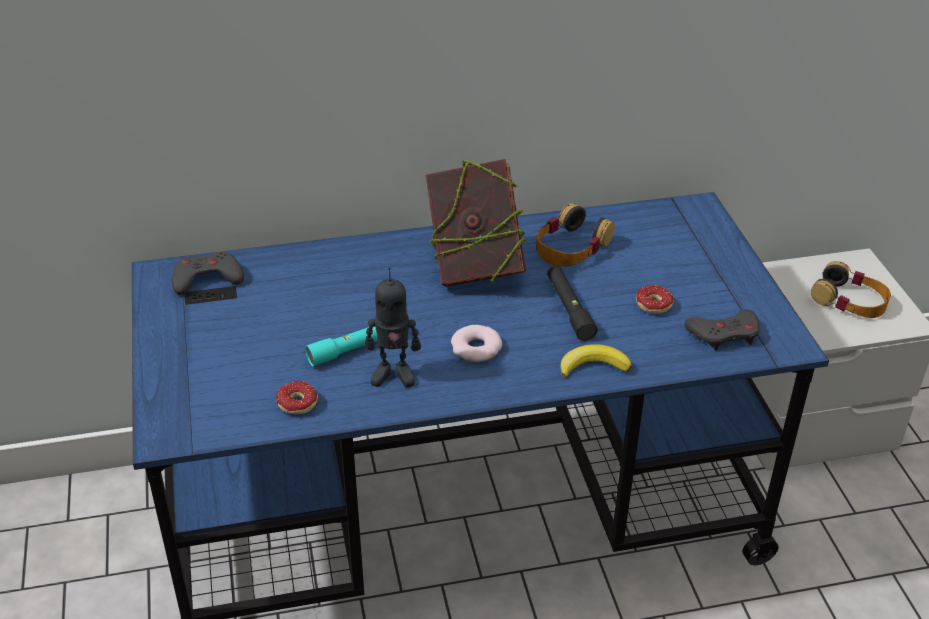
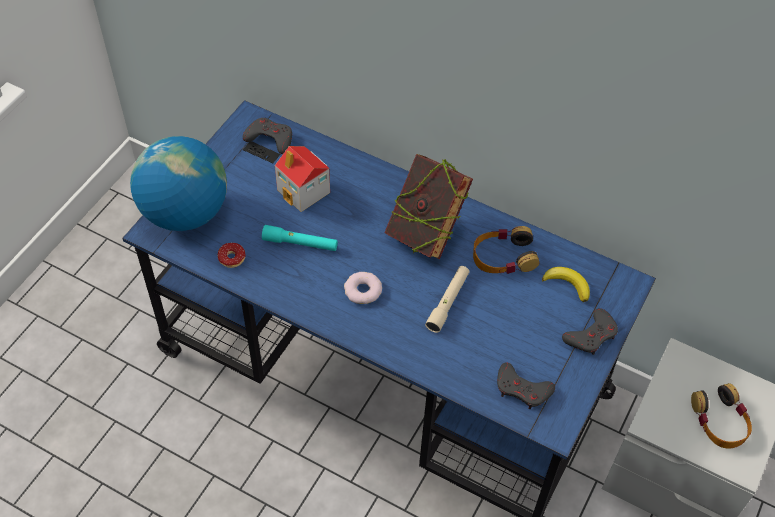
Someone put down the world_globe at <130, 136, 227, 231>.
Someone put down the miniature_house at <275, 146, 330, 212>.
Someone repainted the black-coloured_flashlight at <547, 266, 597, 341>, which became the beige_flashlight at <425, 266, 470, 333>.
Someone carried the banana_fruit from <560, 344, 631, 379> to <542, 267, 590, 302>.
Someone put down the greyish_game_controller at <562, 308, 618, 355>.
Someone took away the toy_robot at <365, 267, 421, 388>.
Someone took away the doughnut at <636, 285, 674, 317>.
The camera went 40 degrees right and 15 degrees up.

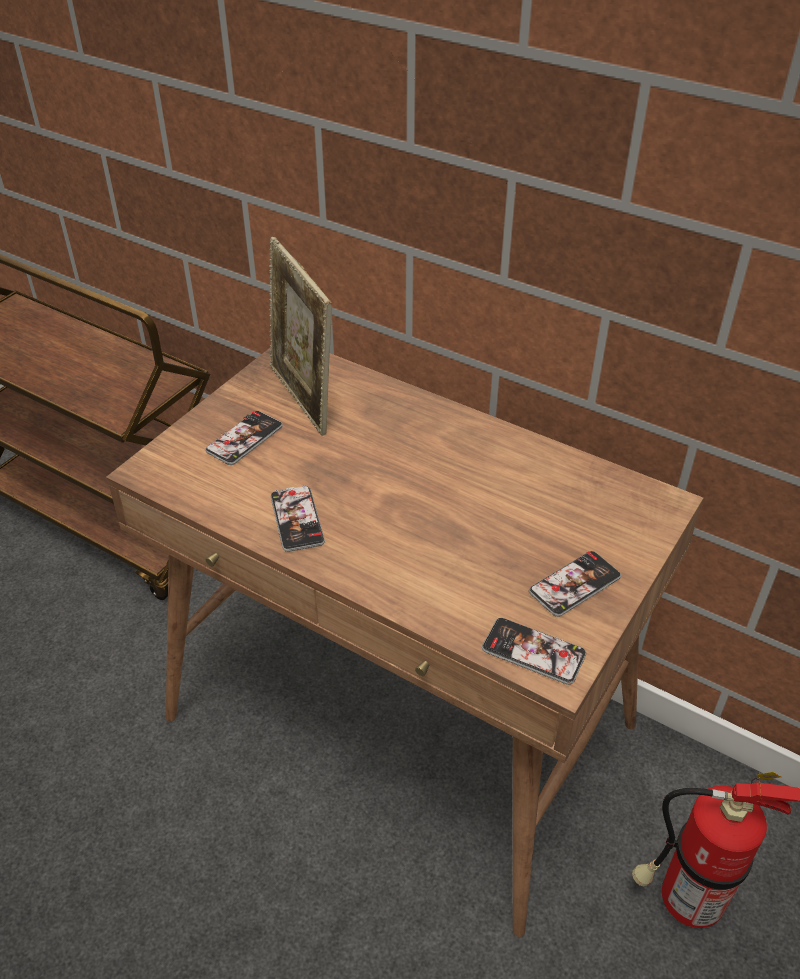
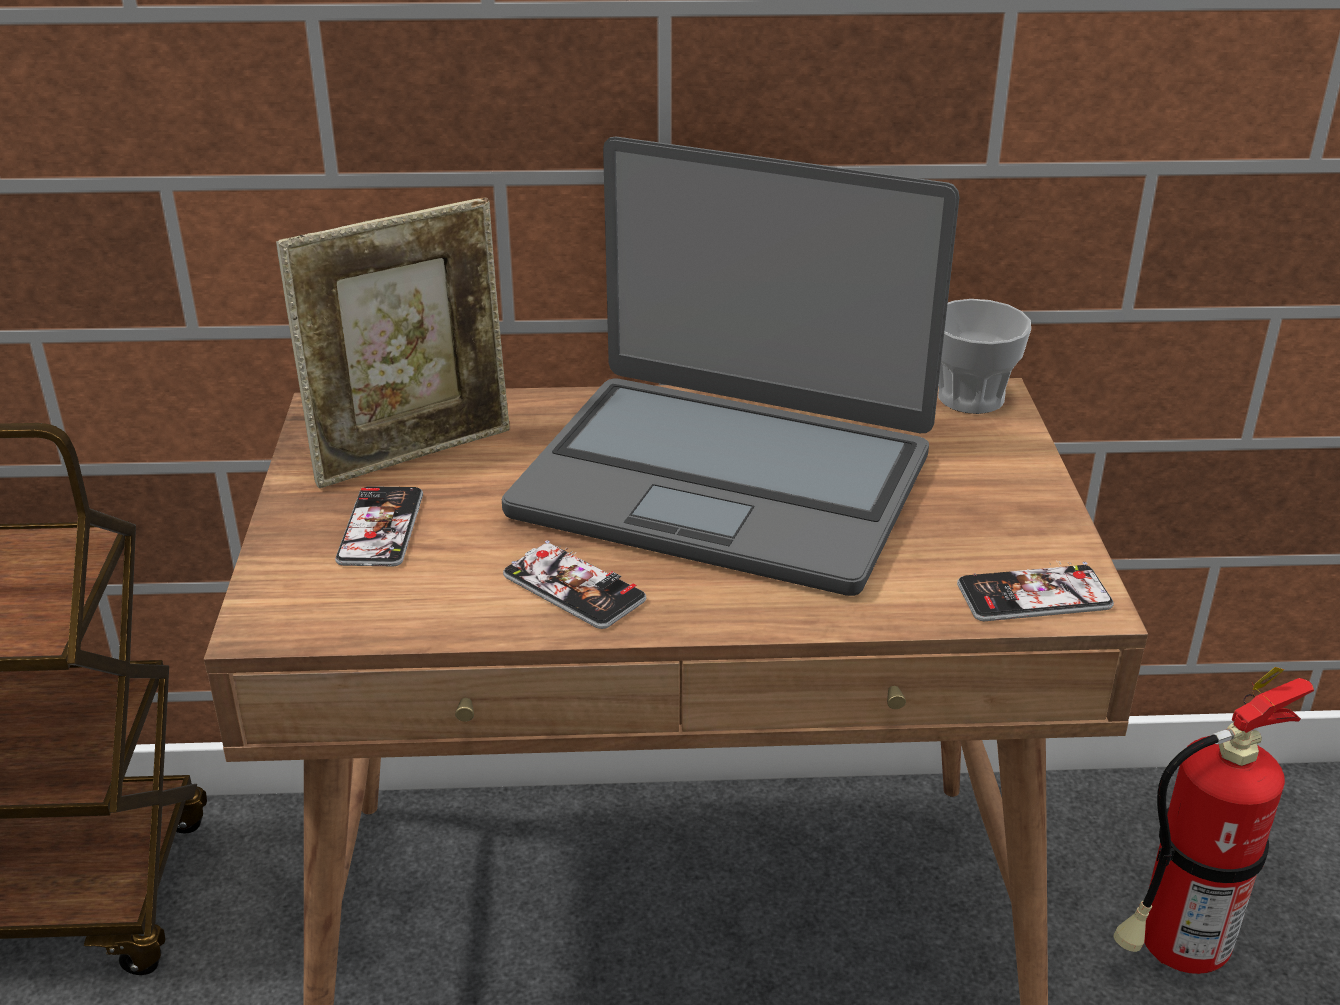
Someone rotated the picture_frame at <269, 237, 332, 436> by 60 degrees counterclockwise.
Someone put down the laptop at <502, 136, 959, 596>.
Someone put down the cup at <938, 299, 1031, 414>.
Someone took away the phone at <529, 551, 621, 617>.
The camera went 35 degrees left and 10 degrees down.

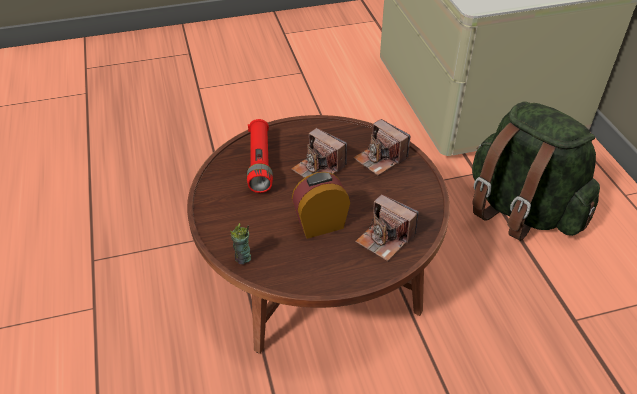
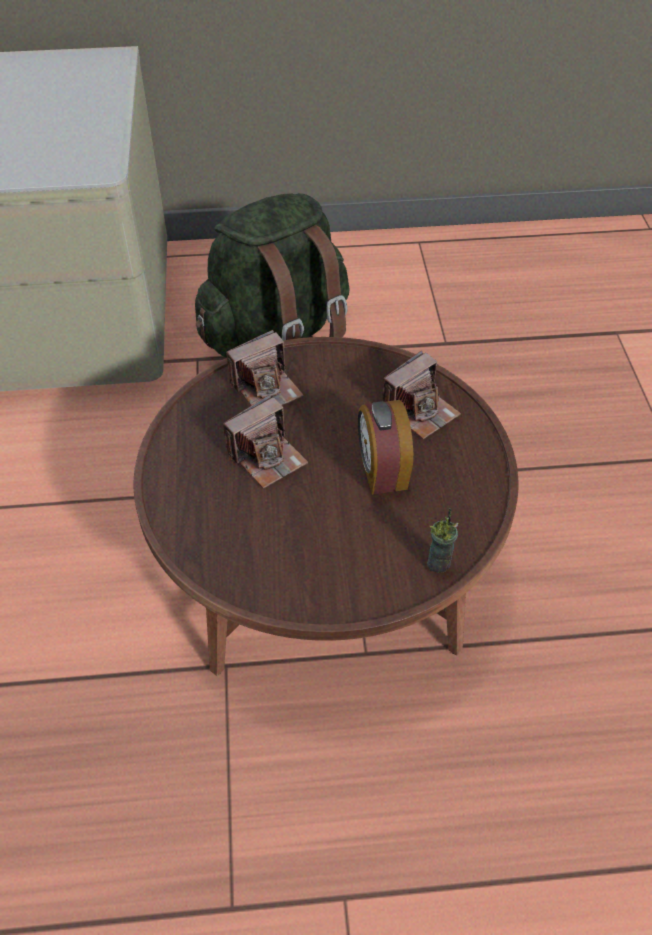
Someone took away the reddish_flashlight at <247, 119, 273, 193>.
The camera went 80 degrees left and 5 degrees up.

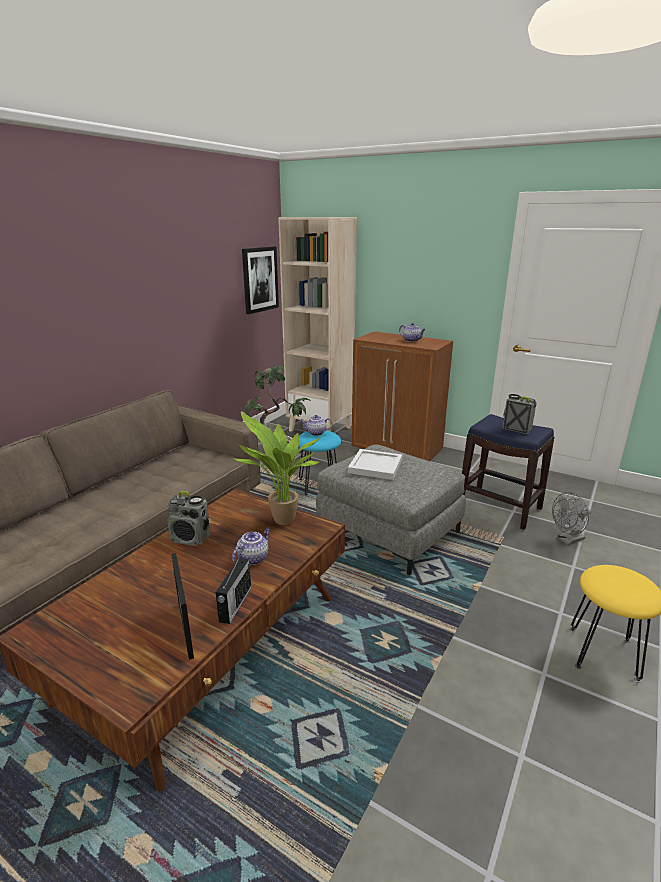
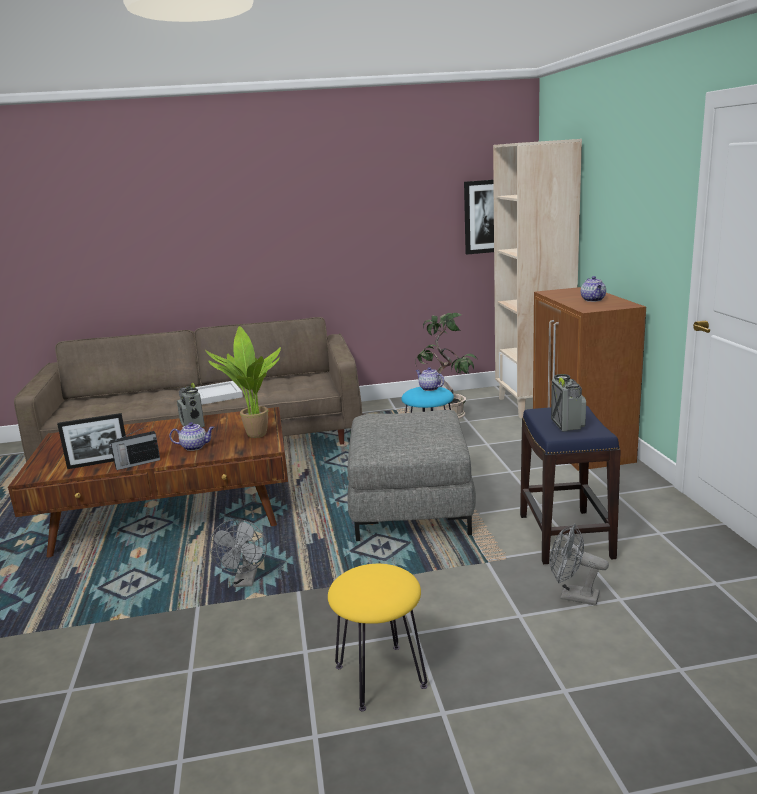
Someone rotated the picture_frame at <171, 553, 194, 660> by 135 degrees counterclockwise.
Someone carried the whitish_carrying_tray from <348, 449, 402, 480> to <195, 381, 243, 405>.
Someone put down the greyish_cooling_fan at <210, 519, 267, 587>.
The camera went 50 degrees right and 5 degrees down.

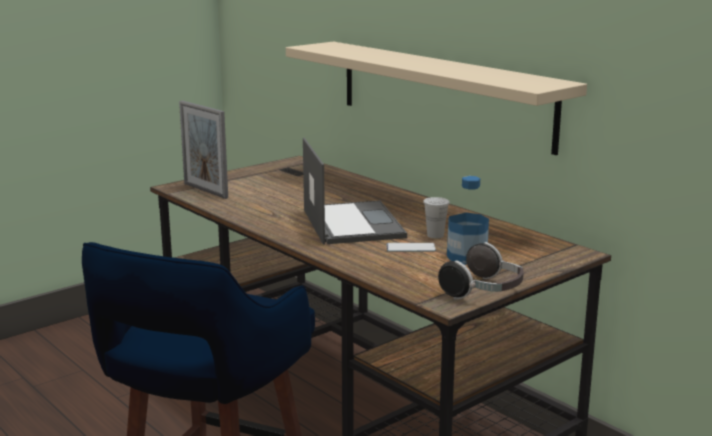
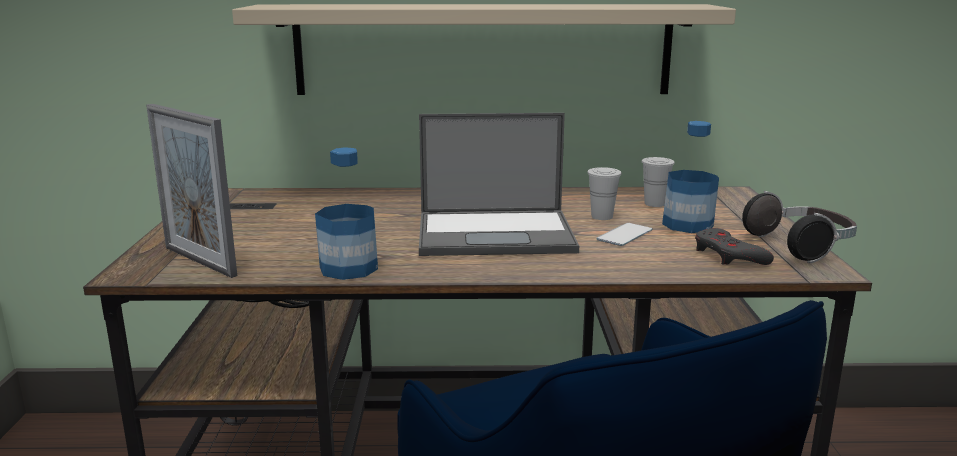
Someone rotated the picture_frame at <179, 101, 228, 199> by 45 degrees clockwise.
Someone put down the drink_bottle at <315, 147, 378, 280>.
Someone rotated the laptop at <303, 138, 407, 245> by 150 degrees clockwise.
Someone put down the whitish_cup at <642, 157, 675, 207>.
Someone put down the greyish_game_controller at <695, 228, 774, 265>.
The camera went 50 degrees left and 0 degrees up.

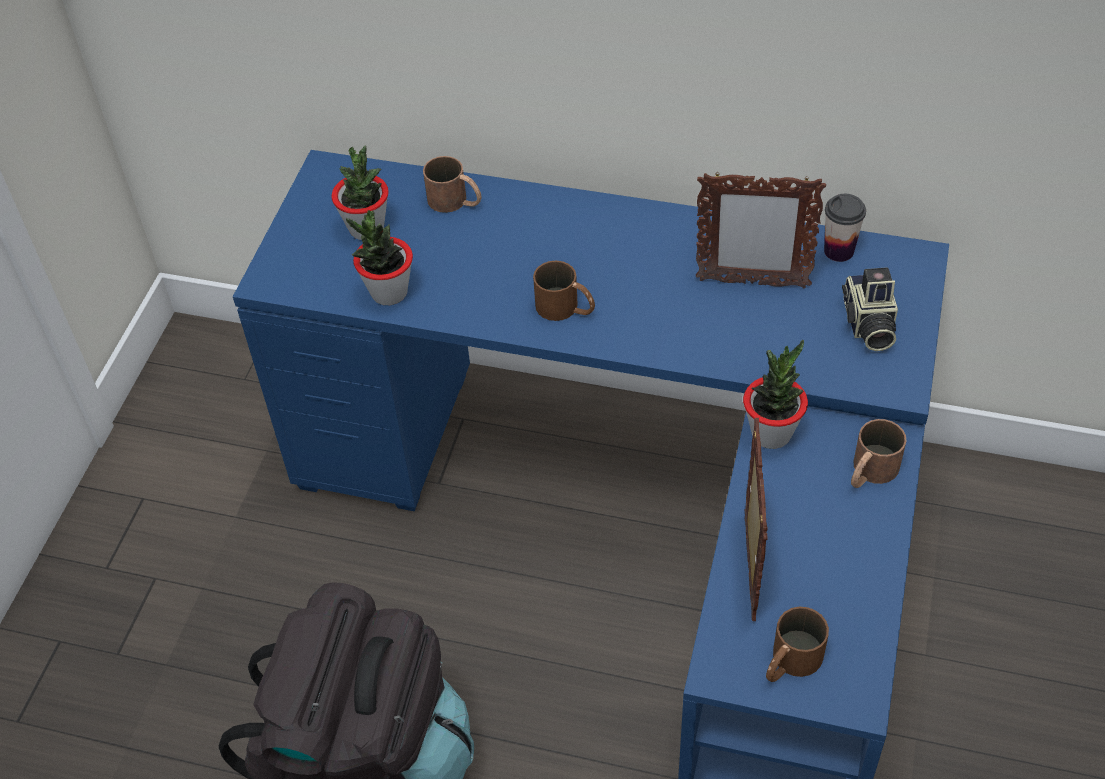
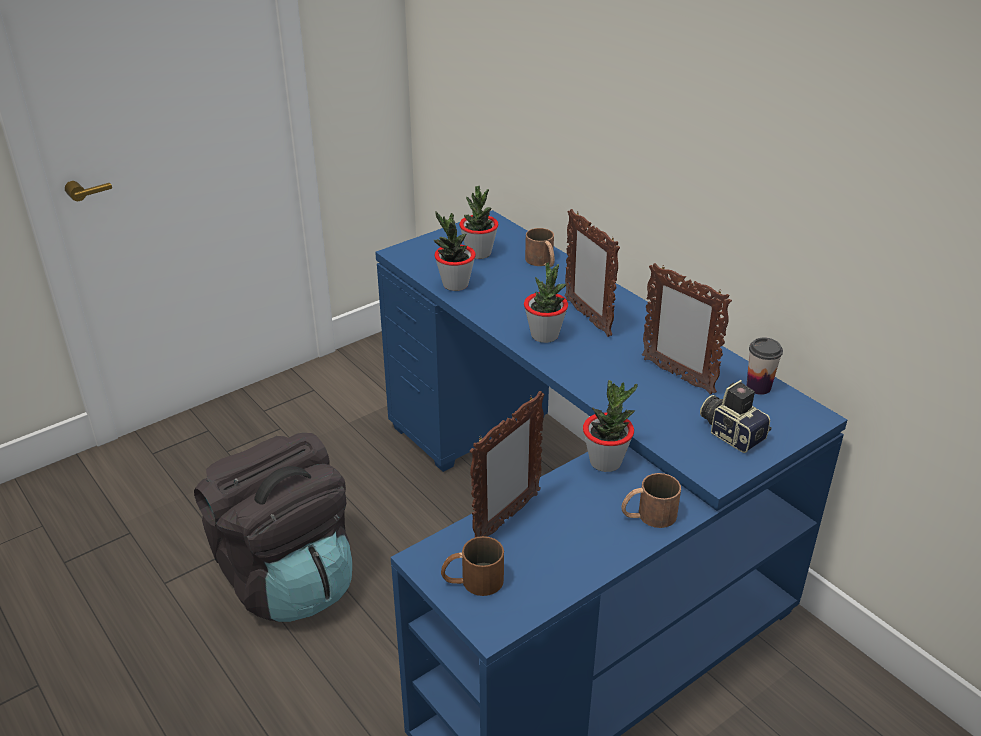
Someone swapped the brown_mug at <533, 261, 595, 321> for the plant_in_a_pot at <524, 262, 568, 343>.
Someone put down the picture_frame at <565, 209, 620, 337>.
Someone rotated the photo_camera at <842, 267, 898, 351> by 105 degrees clockwise.
The camera went 35 degrees right and 15 degrees down.

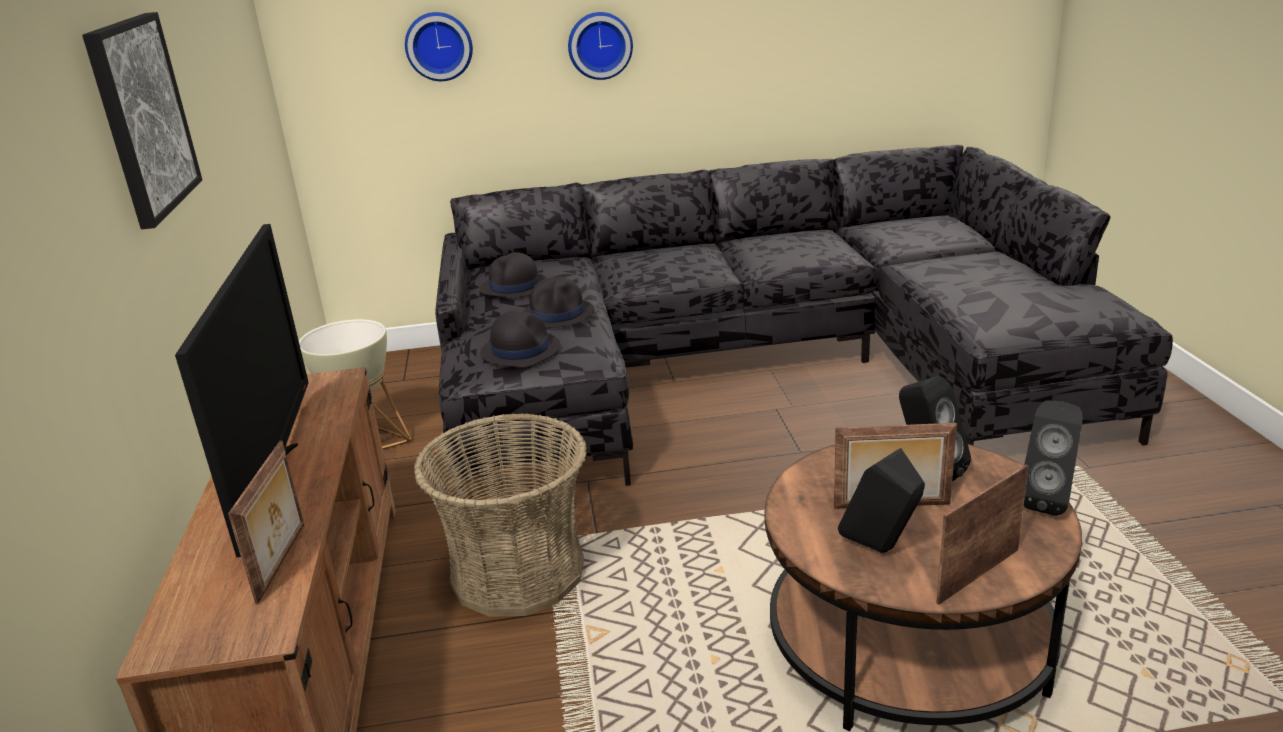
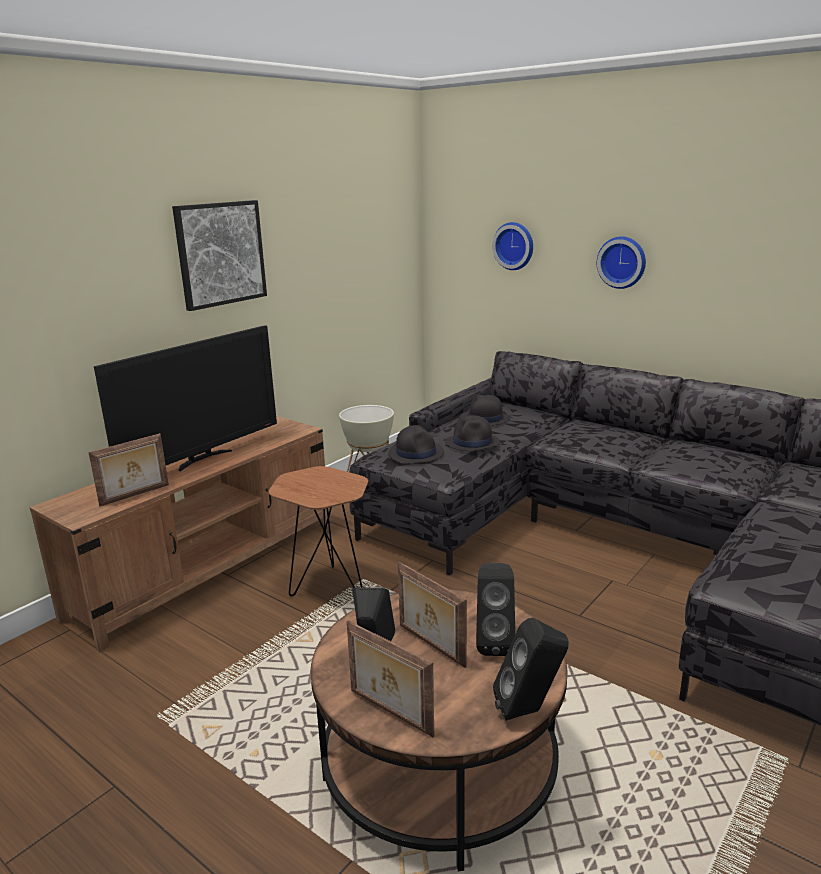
Someone swapped the basket at <414, 413, 587, 617> for the brown_side_table at <269, 466, 368, 596>.
Someone rotated the picture_frame at <936, 464, 1029, 605> by 150 degrees counterclockwise.
The camera went 45 degrees right and 5 degrees down.

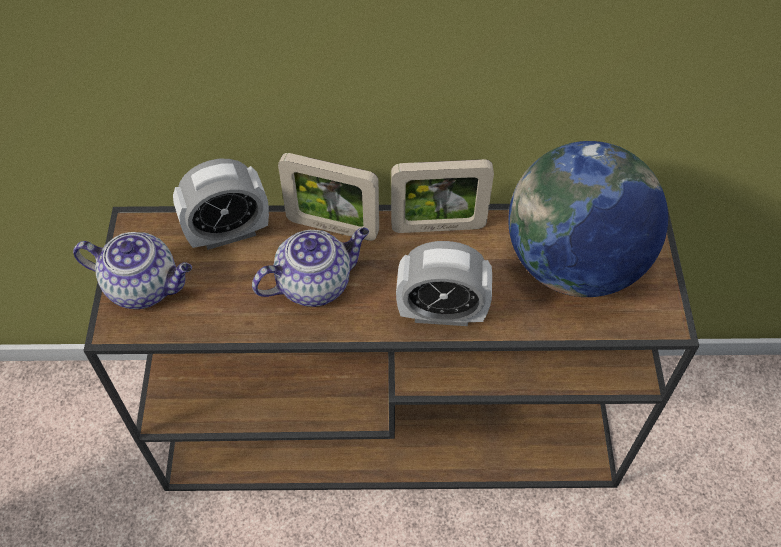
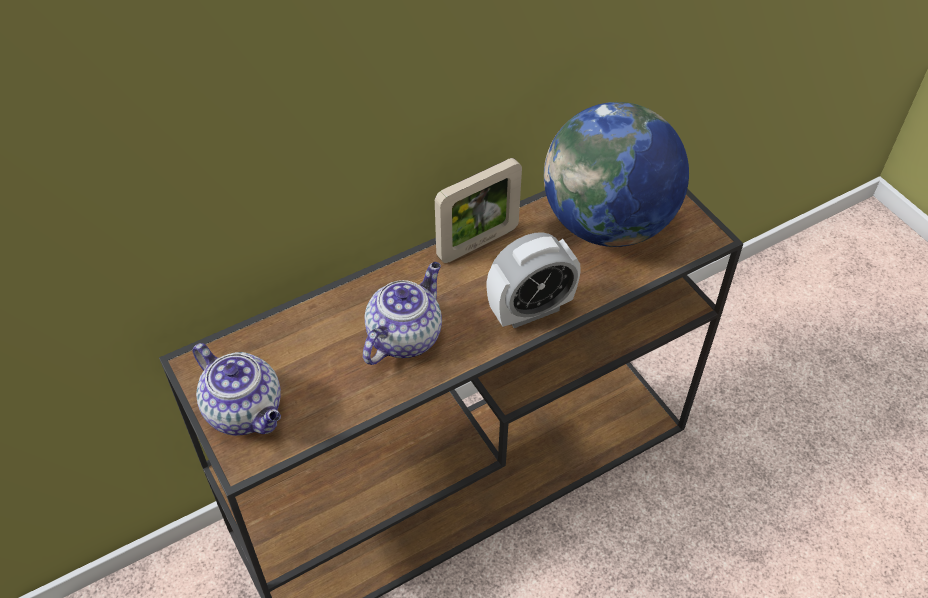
Someone rotated the tea_pot at <73, 232, 192, 309> by 60 degrees clockwise.
Someone took away the bedside_clock at <173, 159, 269, 250>.
Someone took away the picture_frame at <278, 153, 379, 241>.
The camera went 30 degrees left and 5 degrees down.

